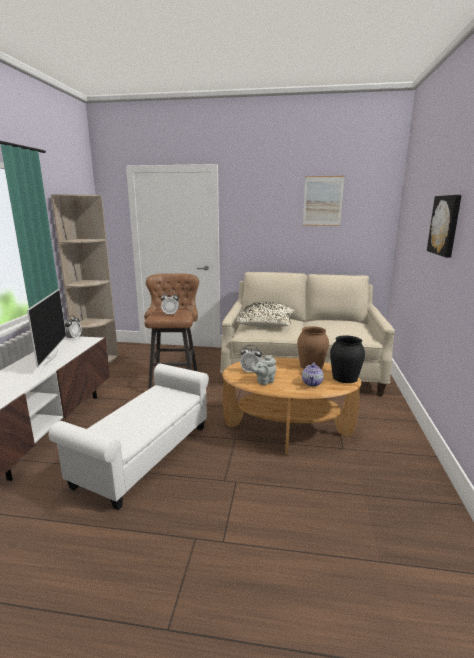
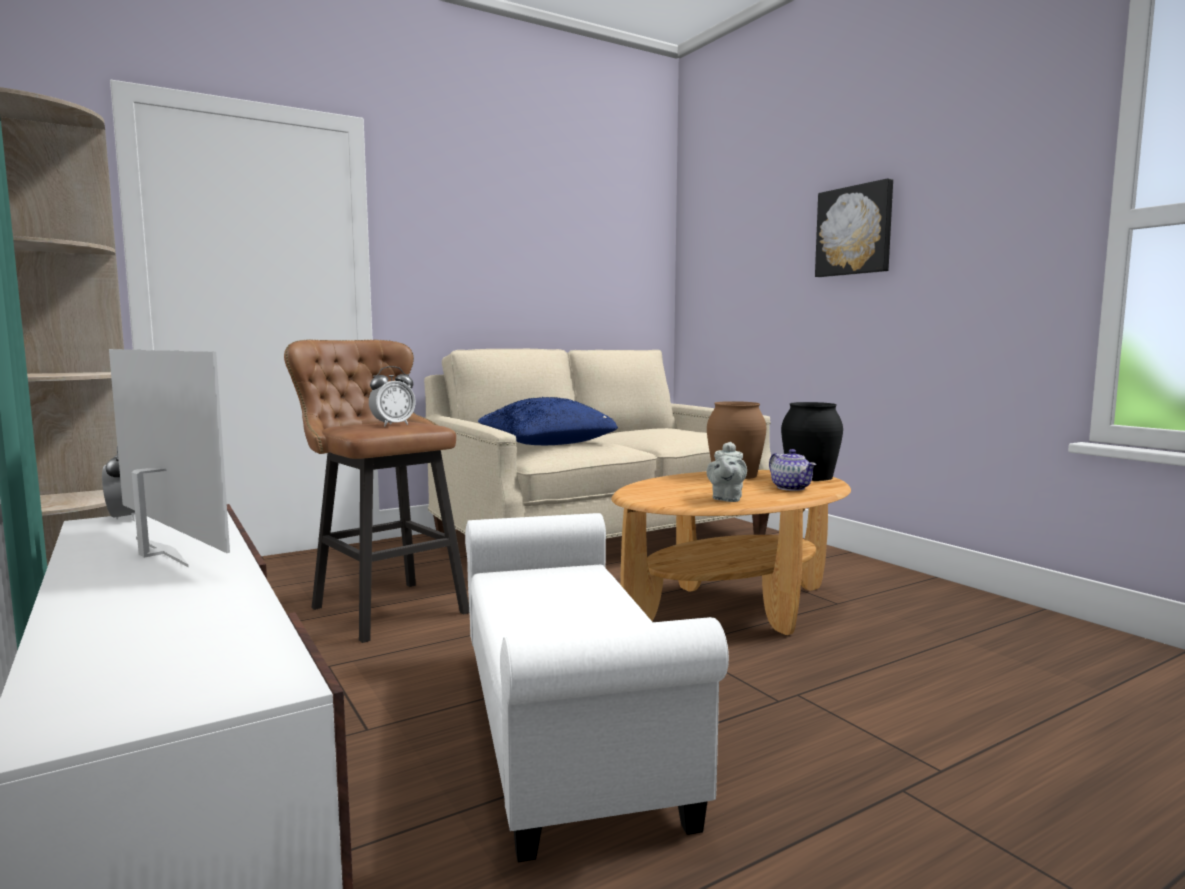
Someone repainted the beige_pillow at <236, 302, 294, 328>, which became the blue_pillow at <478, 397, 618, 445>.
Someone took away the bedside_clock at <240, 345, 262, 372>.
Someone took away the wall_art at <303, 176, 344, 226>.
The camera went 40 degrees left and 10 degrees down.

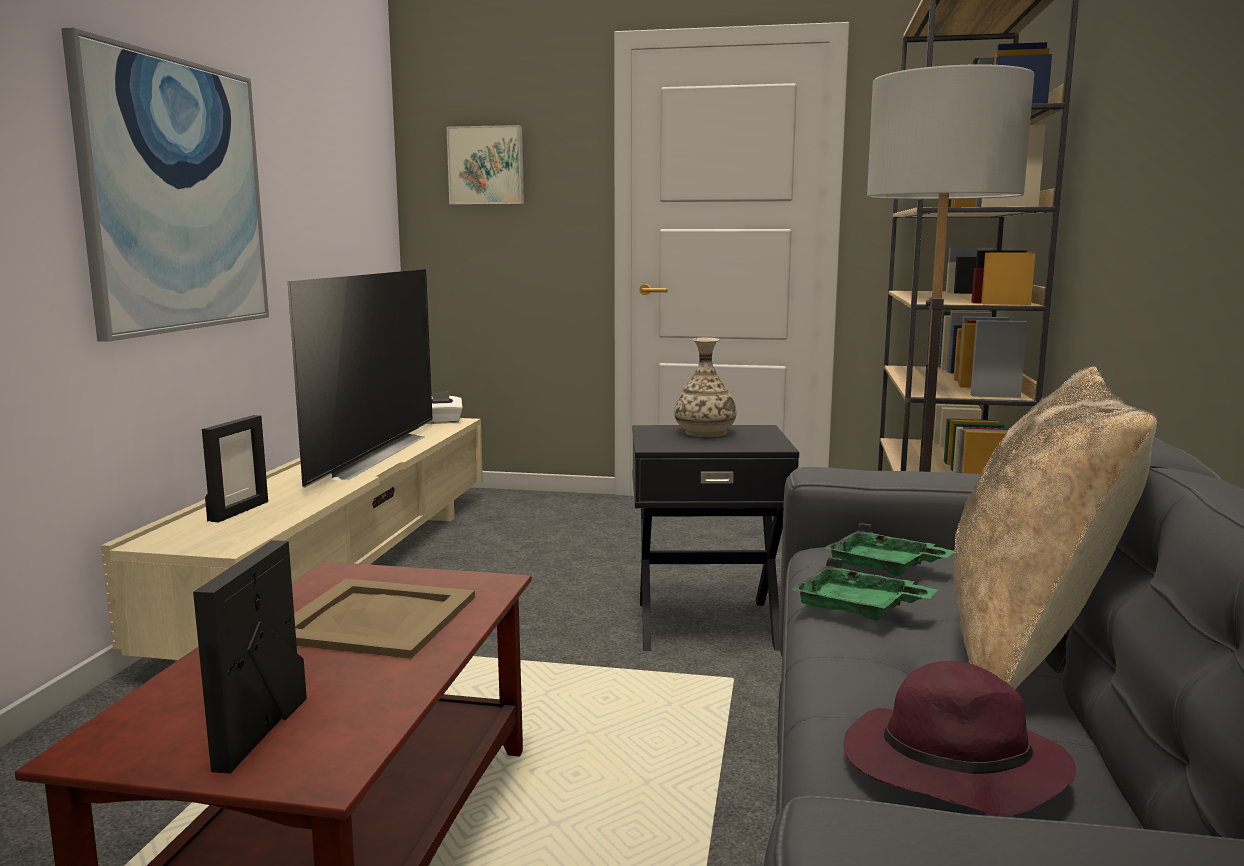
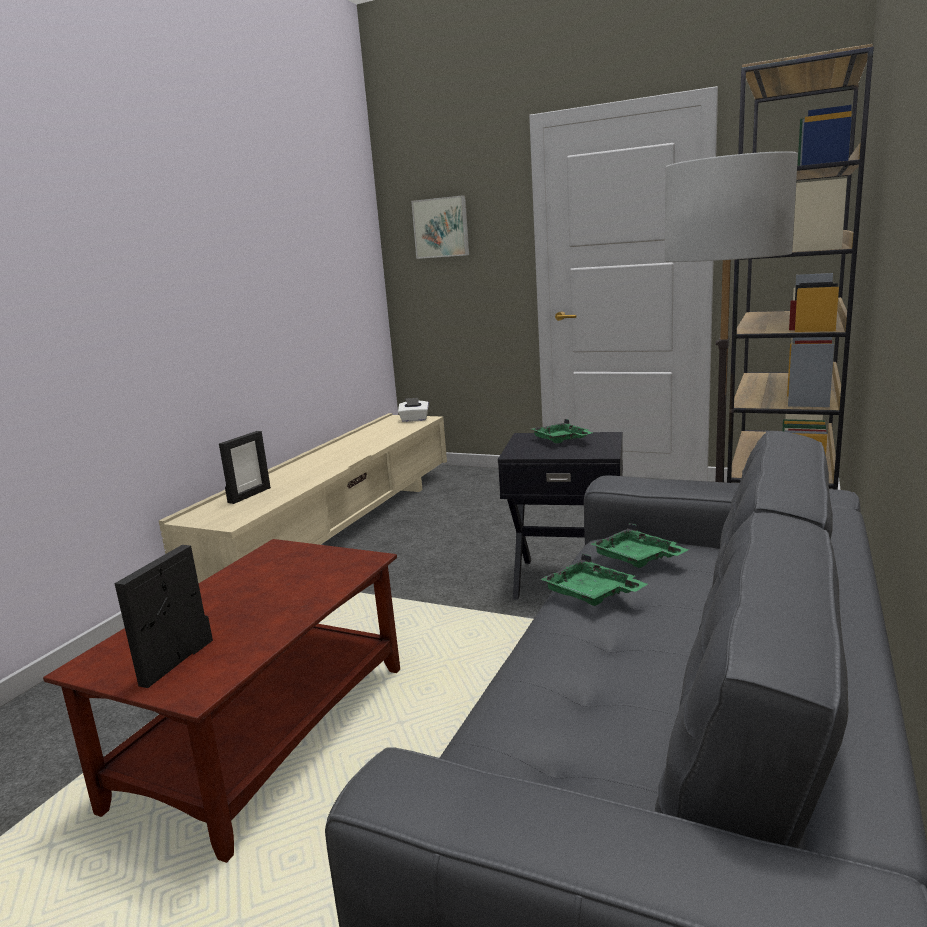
Someone swapped the decorative_vase at <674, 338, 736, 437> for the green_carrying_tray at <532, 419, 592, 444>.
Someone took away the wall_art at <61, 28, 269, 342>.
Someone took away the TV at <288, 269, 433, 488>.
Someone took away the beige_carrying_tray at <294, 579, 475, 659>.
Someone took away the purple-coloured_wearable_hat at <844, 661, 1076, 817>.
Someone took away the beige_pillow at <953, 365, 1157, 690>.
The camera went 15 degrees right and 5 degrees up.

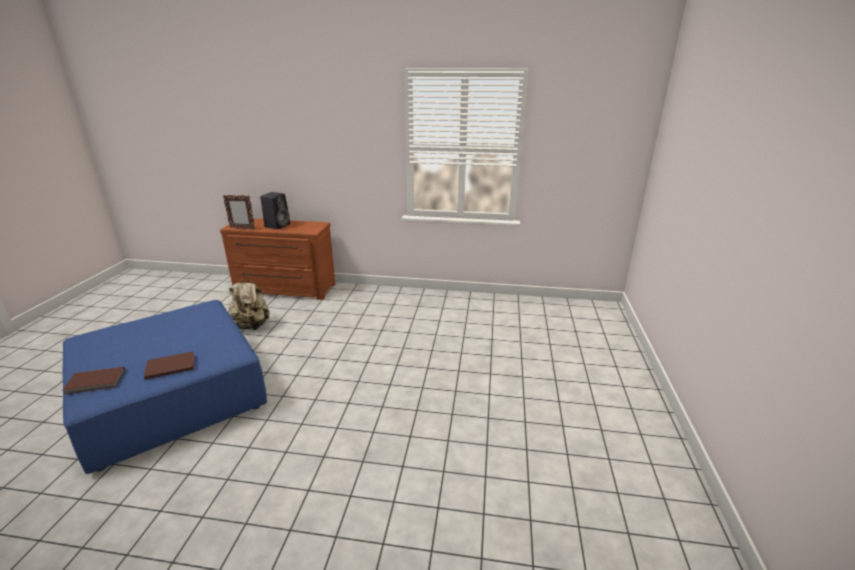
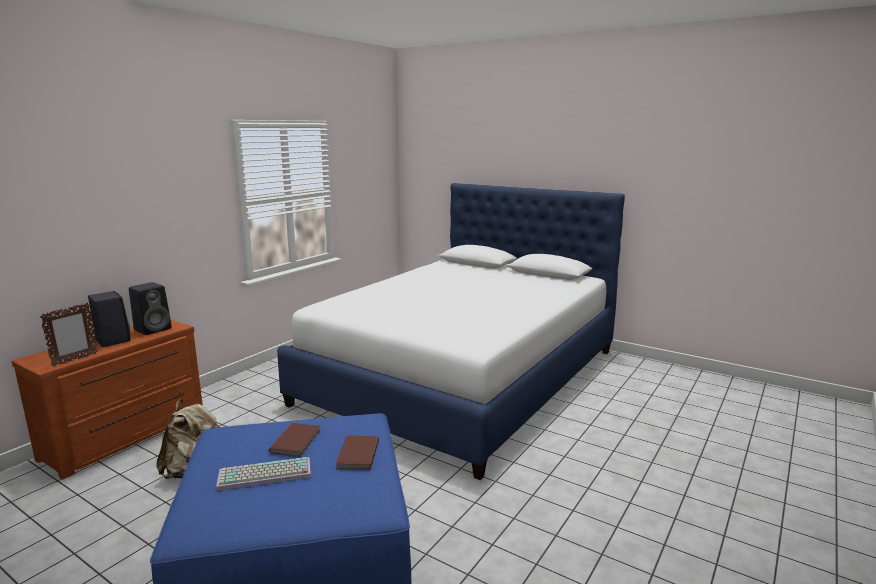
Someone put down the black-coloured_audio_speaker at <129, 282, 172, 335>.
Someone put down the computer_keyboard at <216, 457, 311, 491>.
Someone carried the brown_bound_book from <62, 367, 125, 395> to <269, 423, 320, 457>.
Someone put down the whitish_bedroom_bed at <277, 183, 625, 480>.
The camera went 65 degrees left and 10 degrees down.

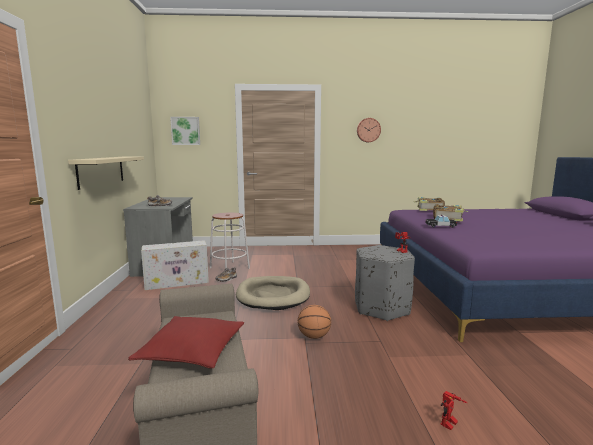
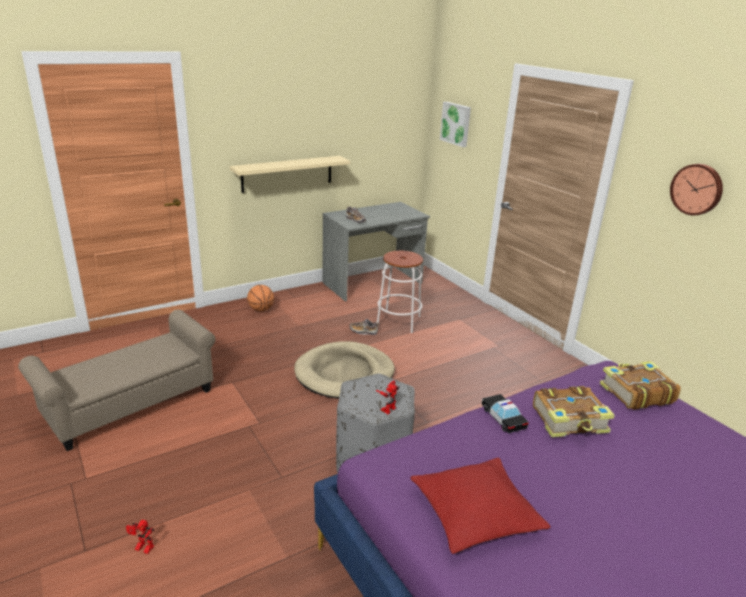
Someone carried the basketball_ball from <298, 305, 331, 339> to <247, 285, 274, 311>.
Someone carried the reddish_pillow from <128, 316, 244, 368> to <411, 457, 551, 554>.
Someone took away the whitish_storage_container at <141, 240, 209, 290>.
The camera went 60 degrees right and 15 degrees up.

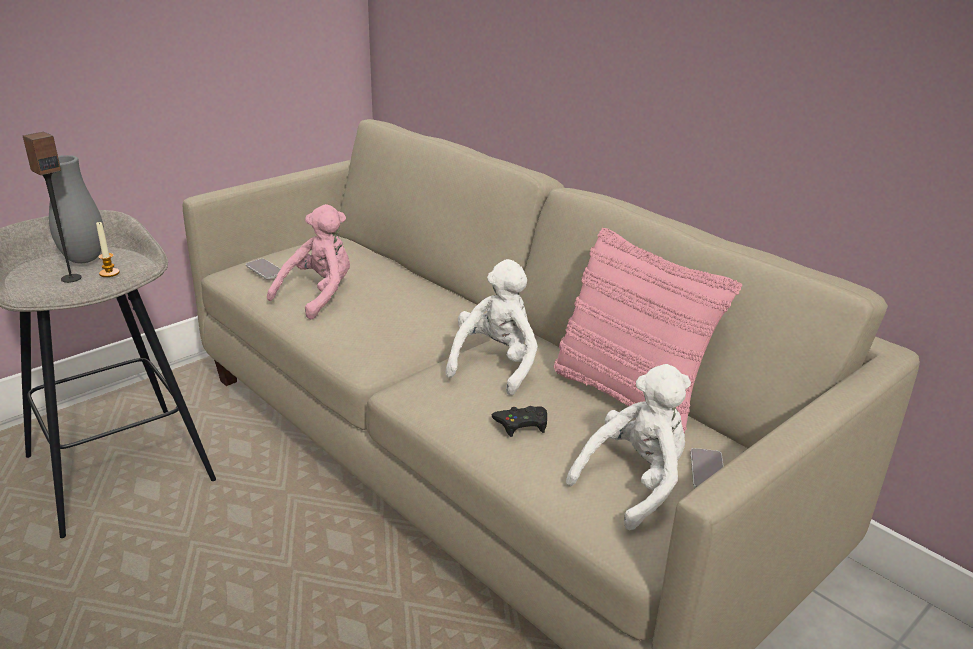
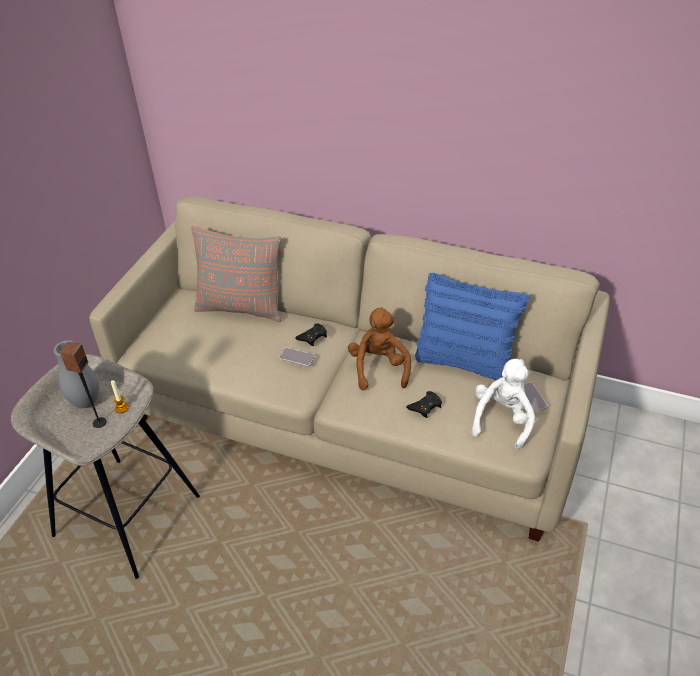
Someone put down the greyish_pillow at <191, 226, 281, 322>.
Someone carried the phone from <246, 259, 280, 279> to <280, 348, 315, 366>.
Someone put down the black-coloured_game_controller at <295, 324, 327, 346>.
Someone repainted the whitish_cuddly_toy at <445, 259, 538, 395>, which became the brown_cuddly_toy at <348, 307, 411, 390>.
Someone repainted the pinkish_pillow at <553, 228, 742, 433>, which became the blue_pillow at <415, 273, 530, 380>.
Someone took away the pinkish_cuddly_toy at <267, 204, 350, 320>.
The camera went 25 degrees left and 15 degrees up.

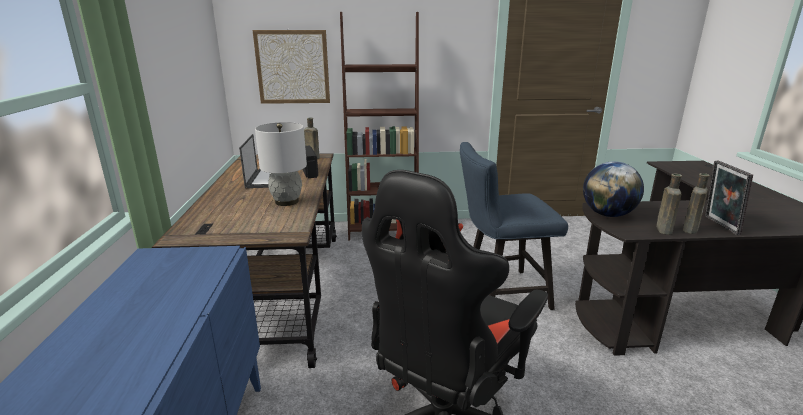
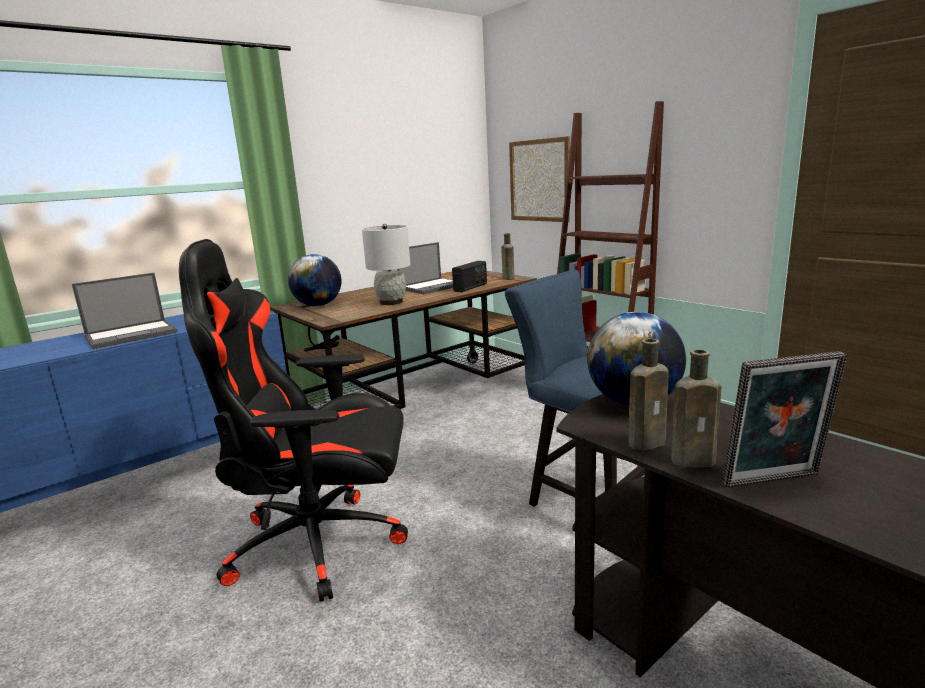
Someone put down the laptop at <72, 273, 178, 349>.
Someone put down the world_globe at <288, 254, 342, 306>.
Someone rotated the picture_frame at <705, 161, 753, 235> by 150 degrees counterclockwise.
The camera went 55 degrees right and 5 degrees down.

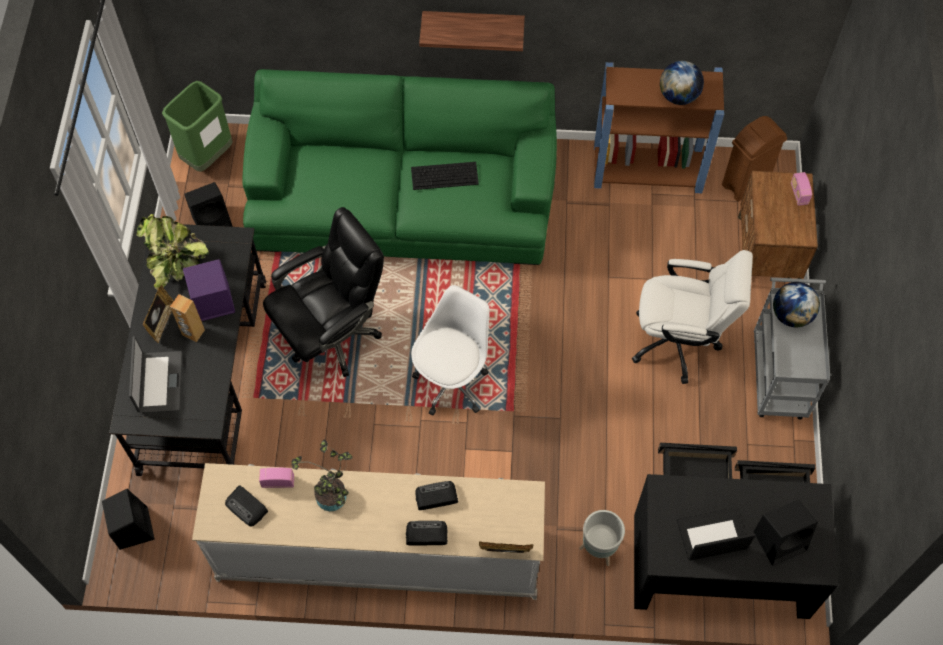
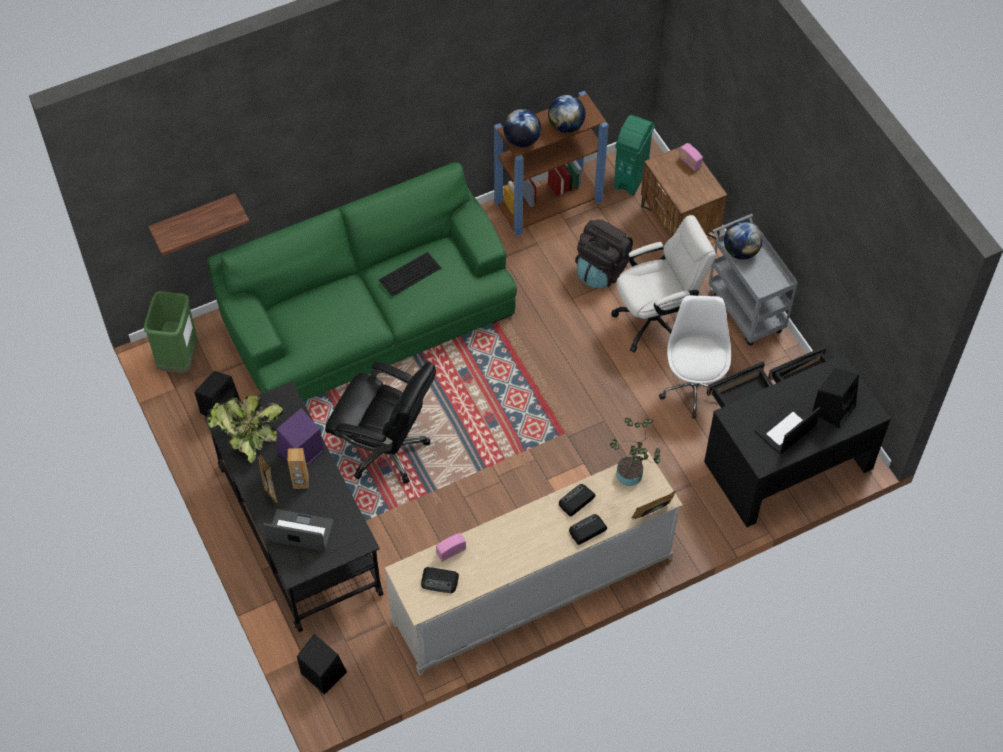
Someone carried the shelf from <419, 11, 525, 51> to <148, 193, 249, 256>.
Someone rotated the laptop at <129, 336, 182, 413> by 45 degrees counterclockwise.
Someone rotated the black-coloured_office_chair at <263, 207, 384, 377> by 90 degrees clockwise.
Someone put down the world_globe at <503, 109, 541, 147>.
Someone put down the black-coloured_backpack at <575, 219, 633, 289>.
Someone carried the plant_in_a_pot from <291, 440, 353, 511> to <610, 418, 660, 486>.
Someone repainted the brown_rubbish_bin at <722, 116, 787, 202>, which became the green_rubbish_bin at <613, 115, 654, 196>.
Someone carried the whitish_office_chair from <411, 285, 490, 415> to <659, 295, 731, 419>.
Someone took away the greyish_flower_pot at <579, 510, 625, 566>.
The camera went 30 degrees left and 5 degrees down.

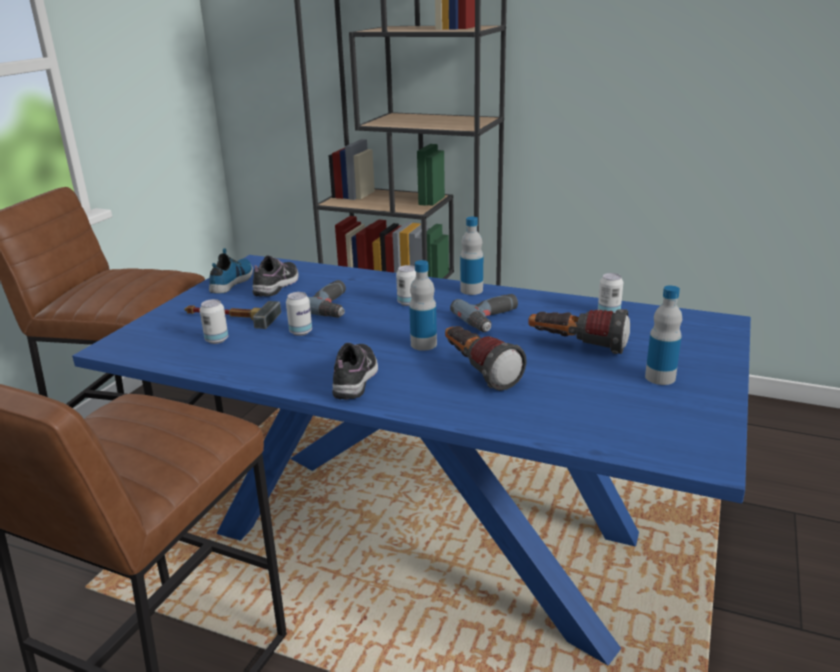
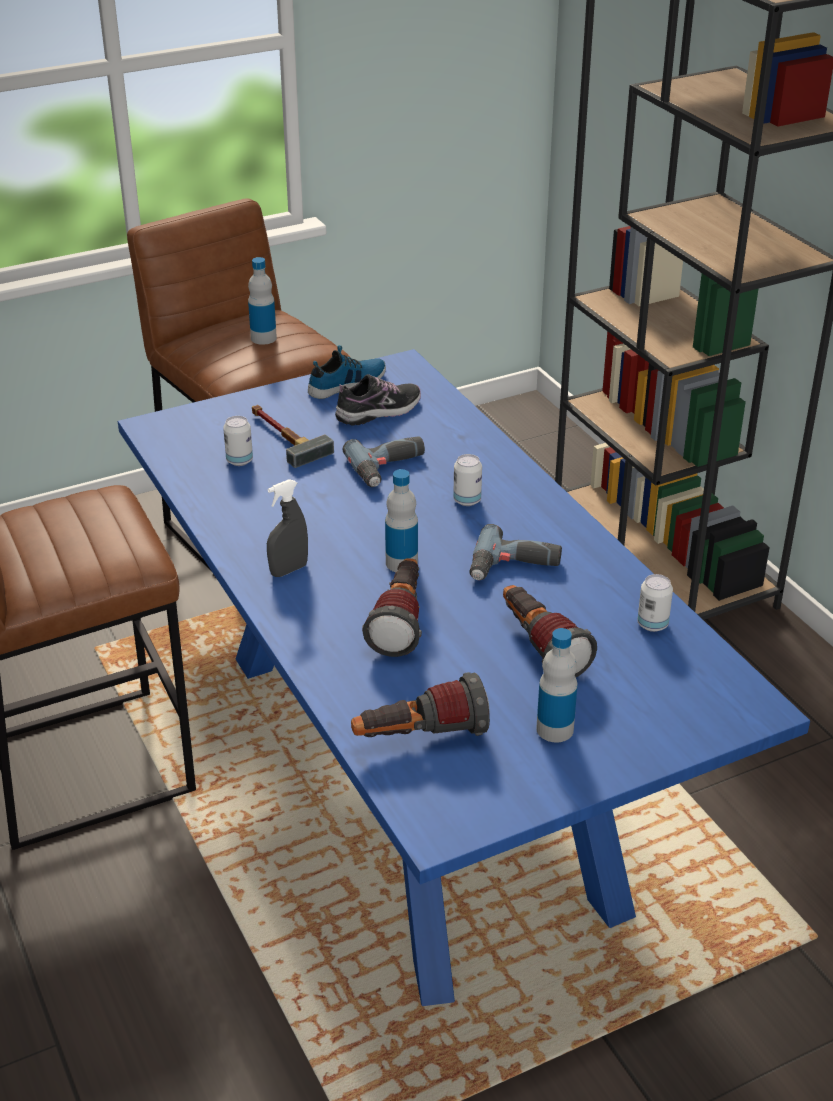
Someone carried the drink_bottle from <460, 217, 483, 295> to <248, 257, 277, 345>.
Someone swapped the shoe at <332, 343, 378, 400> for the greyish_sprayer at <267, 479, 308, 577>.
Someone put down the flashlight at <351, 672, 490, 737>.
Someone took away the sealed_can at <286, 292, 312, 336>.
The camera went 40 degrees right and 10 degrees up.

